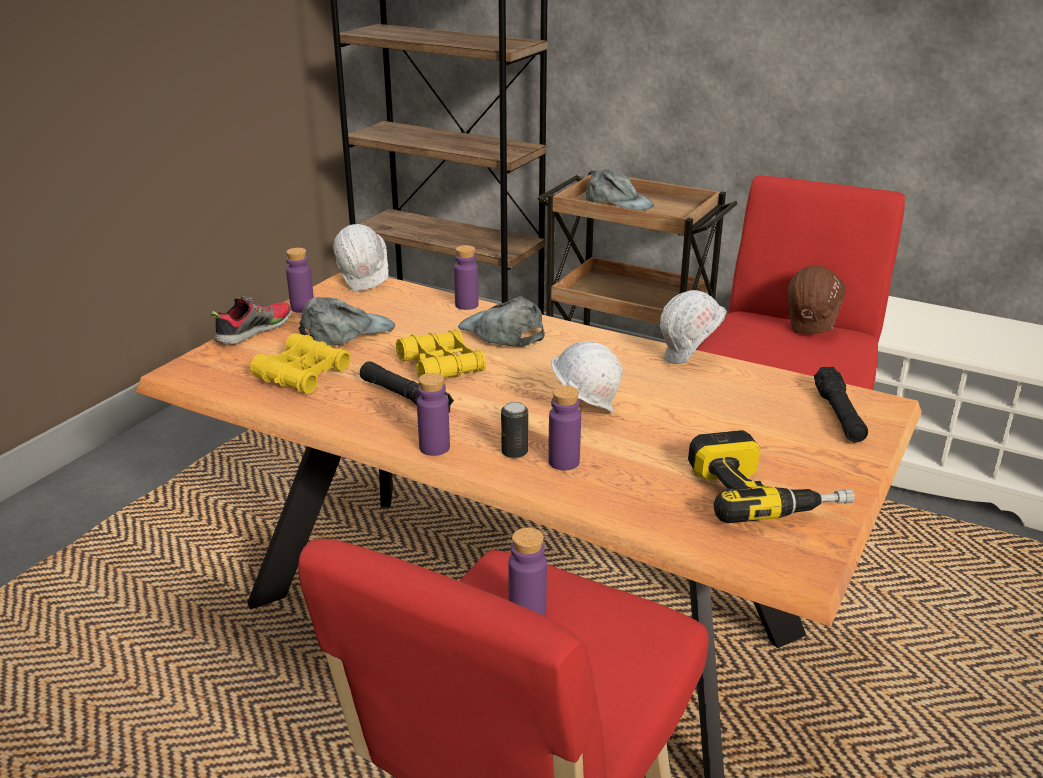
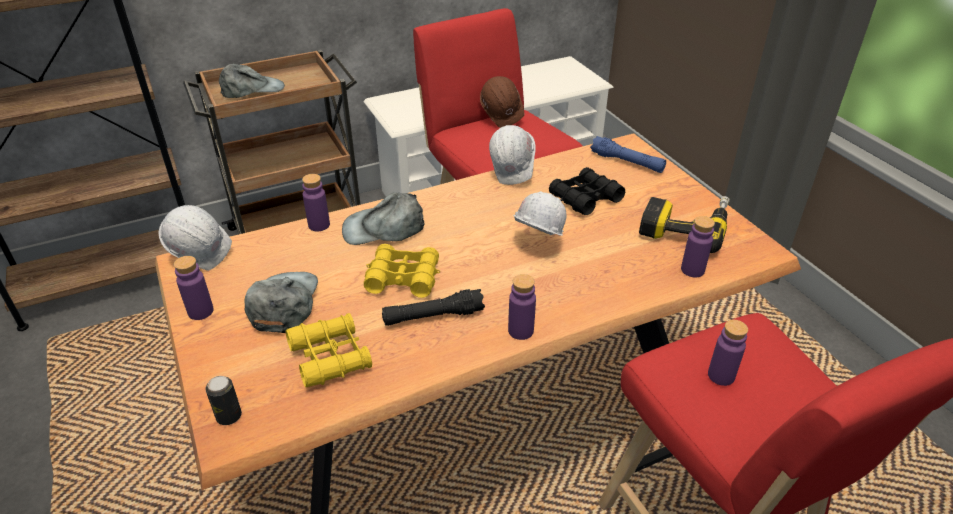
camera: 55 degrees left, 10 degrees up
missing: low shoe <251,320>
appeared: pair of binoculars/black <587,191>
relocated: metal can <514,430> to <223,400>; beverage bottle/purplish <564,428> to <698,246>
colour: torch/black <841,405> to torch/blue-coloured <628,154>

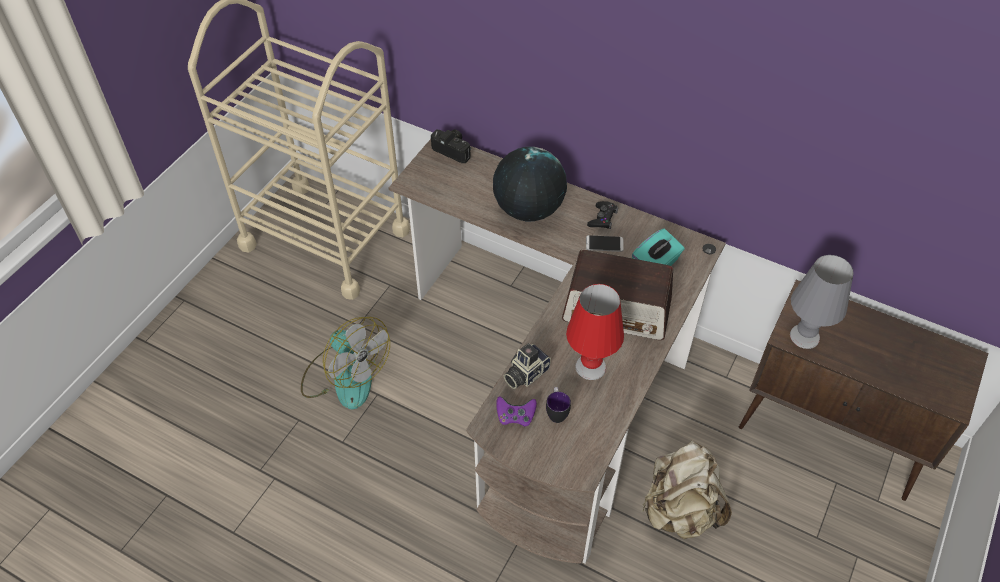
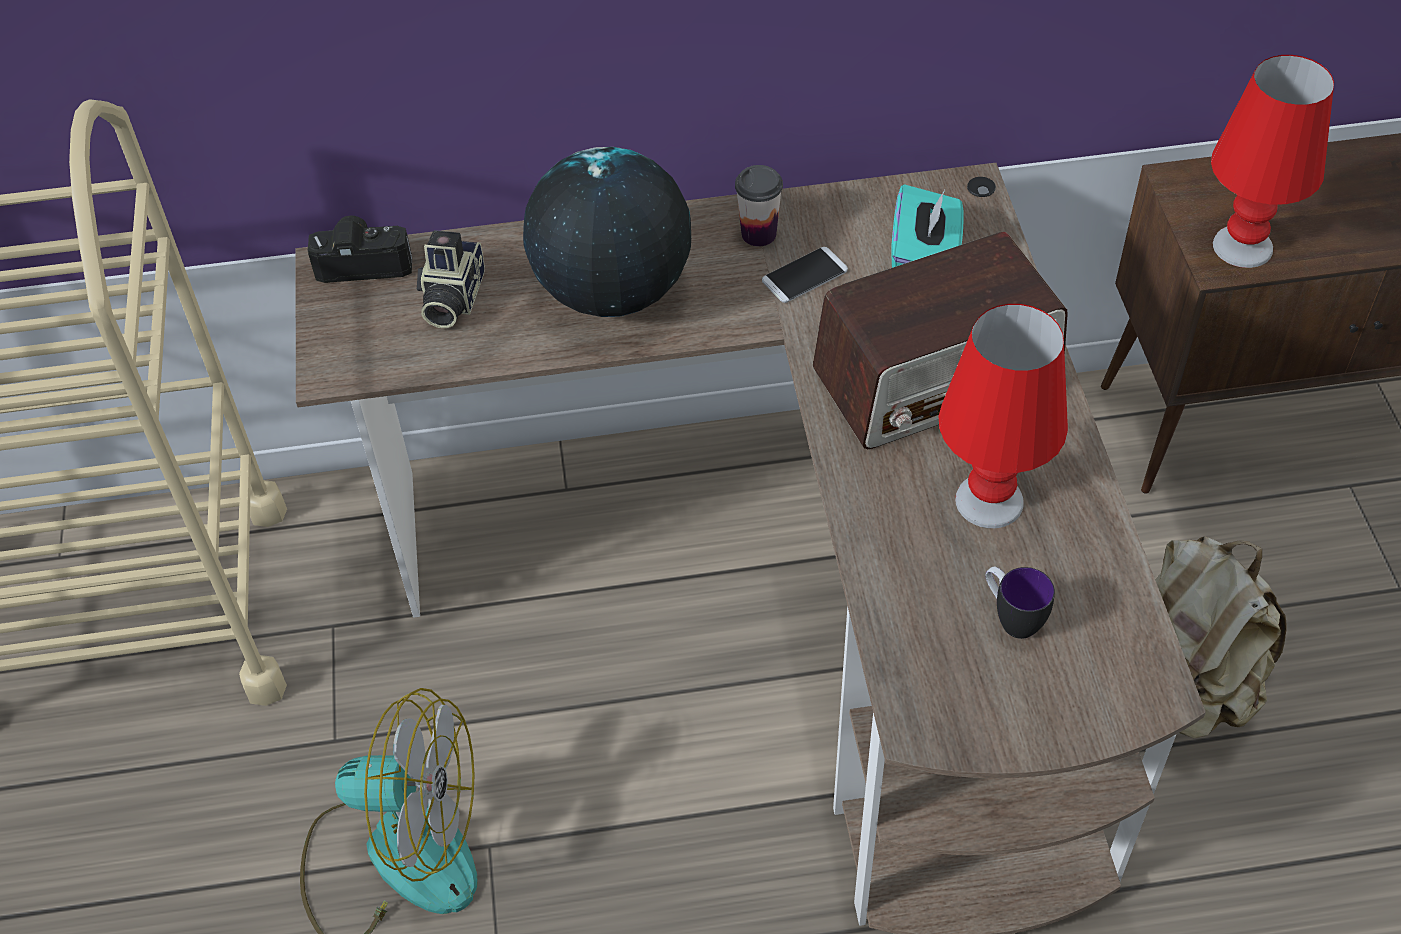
camera: 35 degrees left, 0 degrees up
missing: joypad/purplish <516,411>
relocated: photo camera <527,366> to <451,279>
exchanged: joypad/black <602,215> to small cup <759,205>
colour: table lamp/grey <822,302> to table lamp/red-coloured <1272,161>

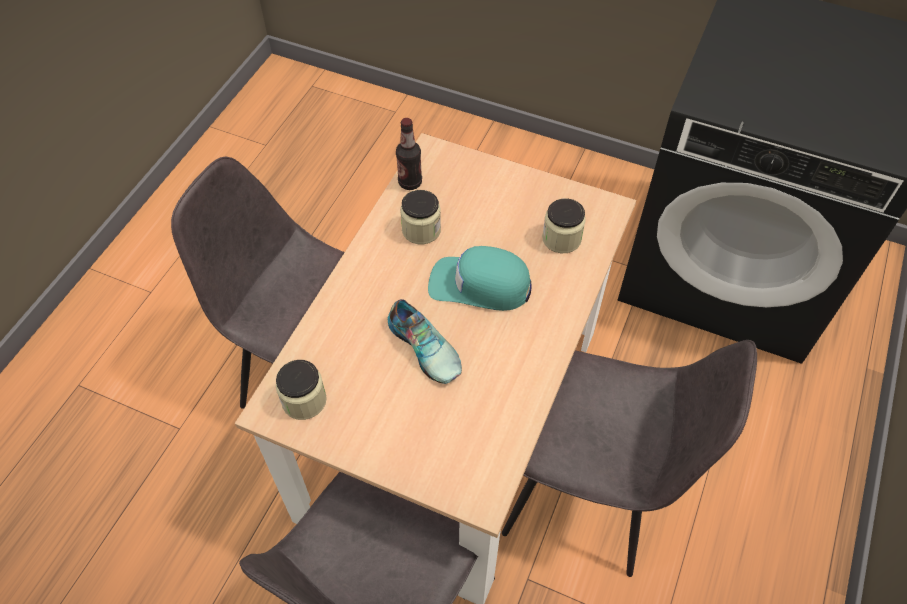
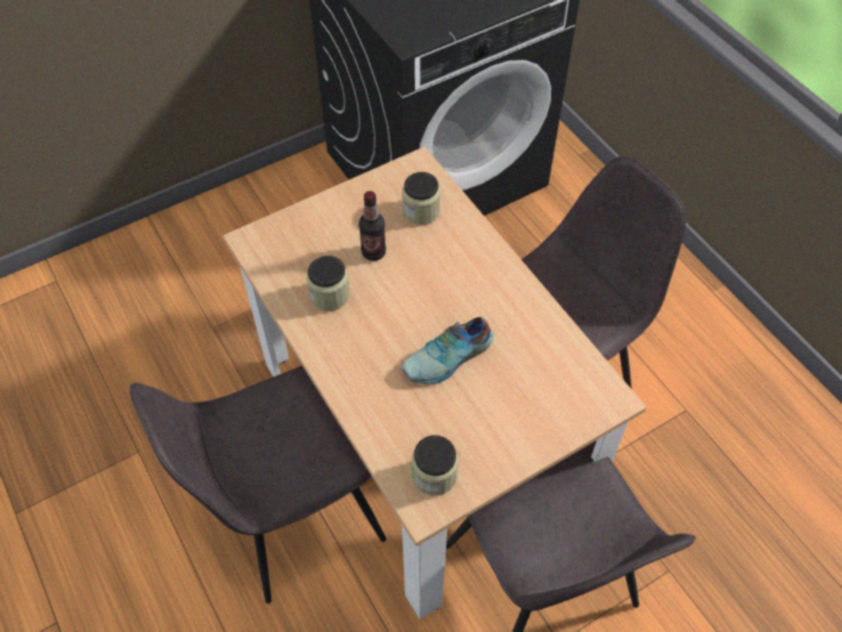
camera: 55 degrees left, 0 degrees up
missing: baseball cap/turquoise <479,278>
relocated: beverage bottle <409,154> to <372,226>
spun: low shoe <425,341> = <447,350> 150 degrees clockwise

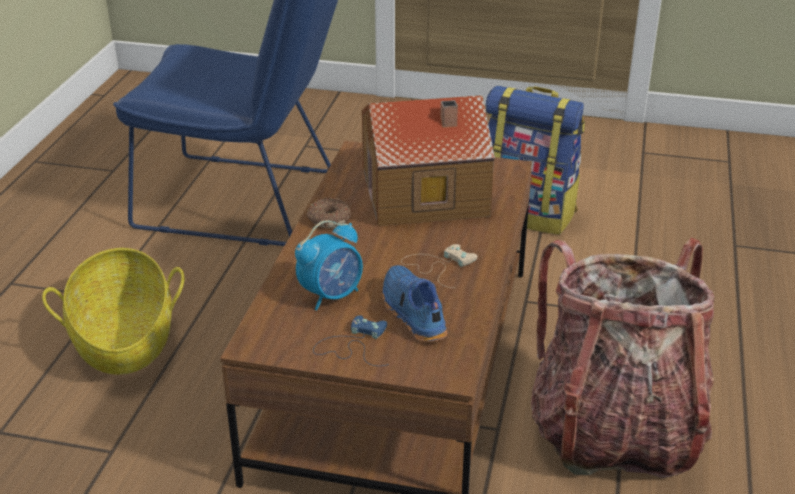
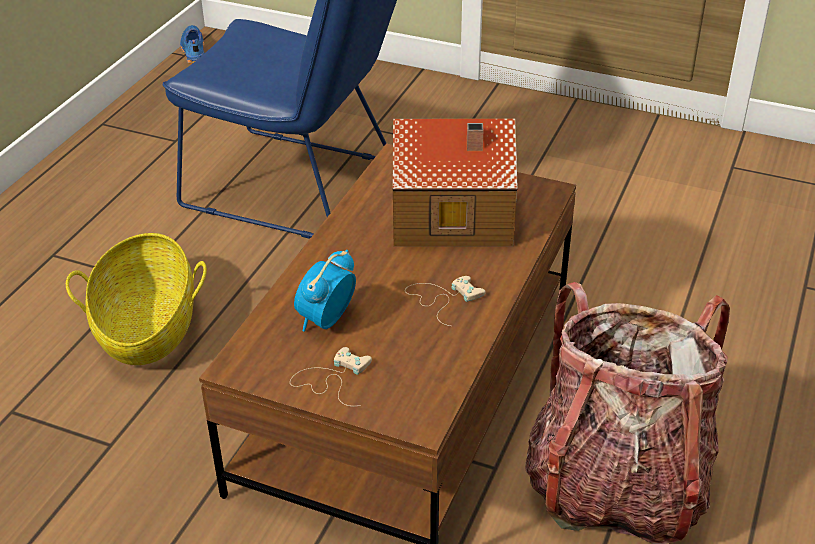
camera: 10 degrees right, 5 degrees up
missing: ring doughnut <328,212>; knapsack <535,160>
relocated: low shoe/blue-coloured <415,303> to <192,44>
colour: joypad/blue-coloured <351,340> to joypad/beige-coloured <331,376>
spun: alarm clock <329,265> = <325,291> 150 degrees clockwise

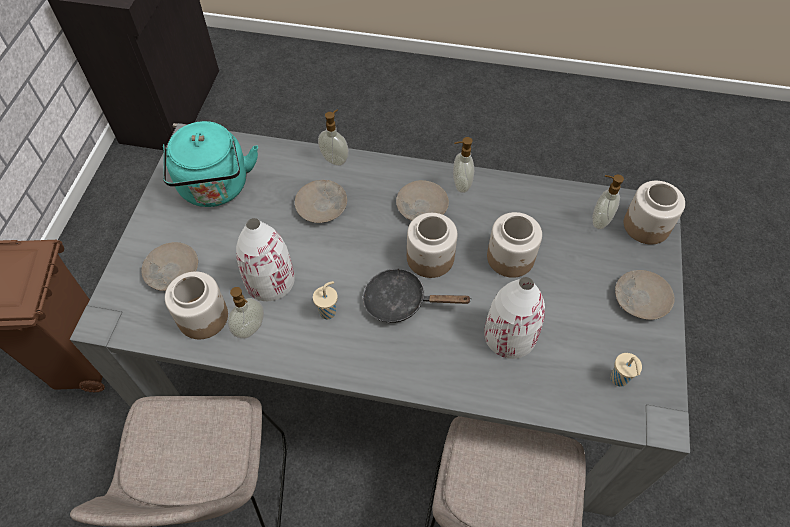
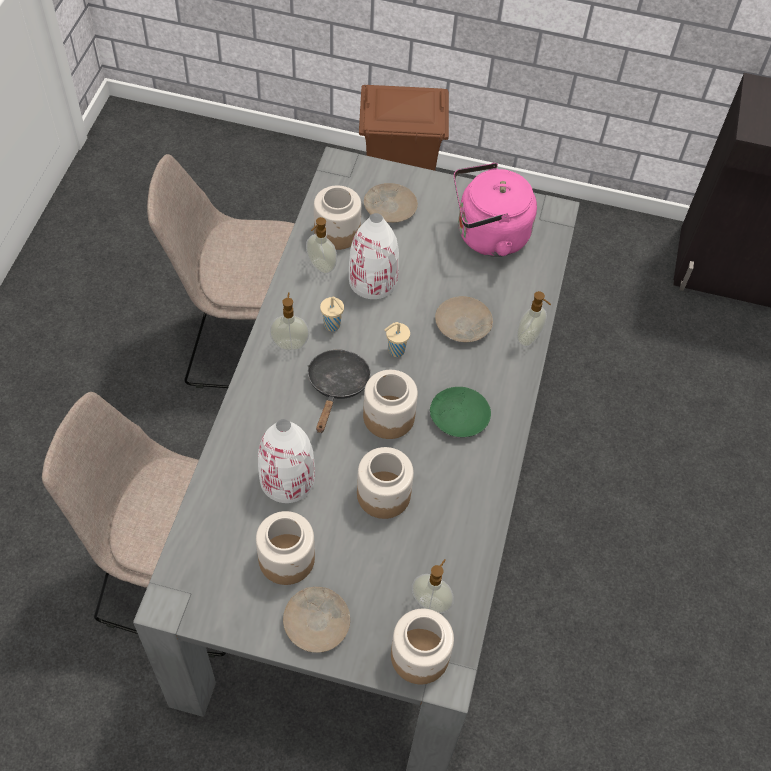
camera: 90 degrees right, 0 degrees up
appeared: jar <285,548>
relocated: soap bottle <463,165> to <289,321>; small cup/beige-coloured <626,370> to <397,339>
colour: kettle/turquoise <210,164> to kettle/pink-coloured <495,210>; plate/beige-coloured <422,200> to plate/green-coloured <460,412>

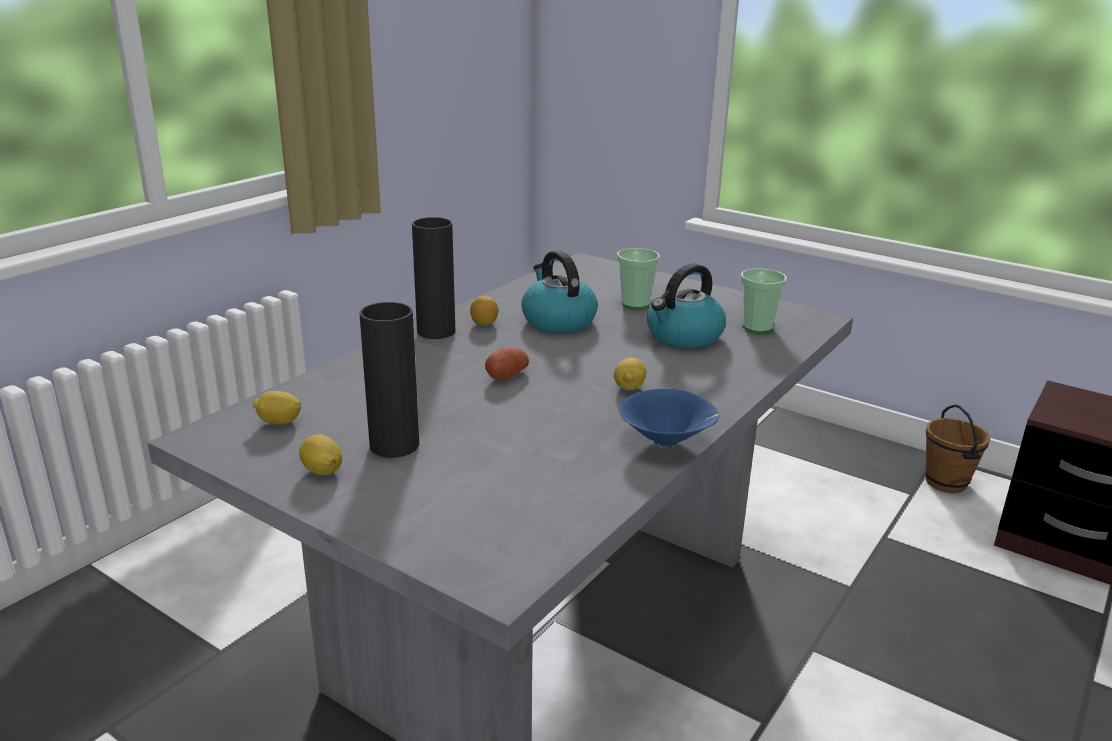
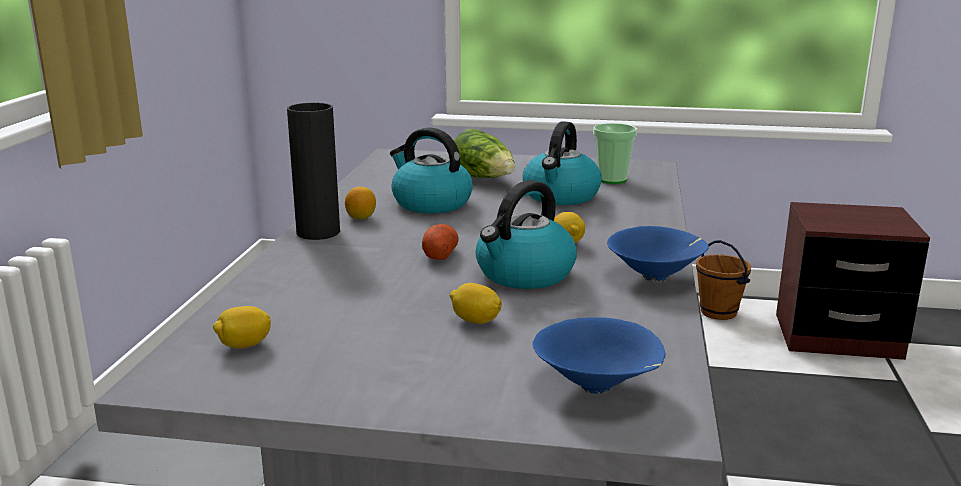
camera: 25 degrees left, 5 degrees down
missing: decorative vase/black <389,380>
appeared: kettle <526,234>; bowl/blue-coloured <599,355>
relocated: whole lemon <320,454> to <475,303>
exchanged: small cup <638,278> to lettuce <484,153>

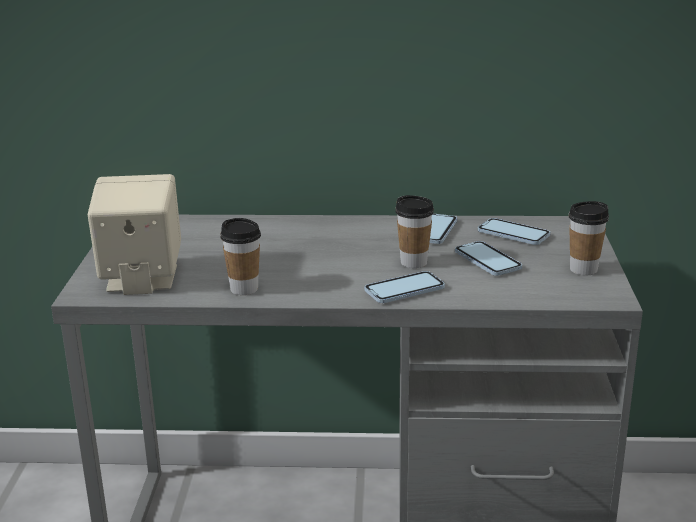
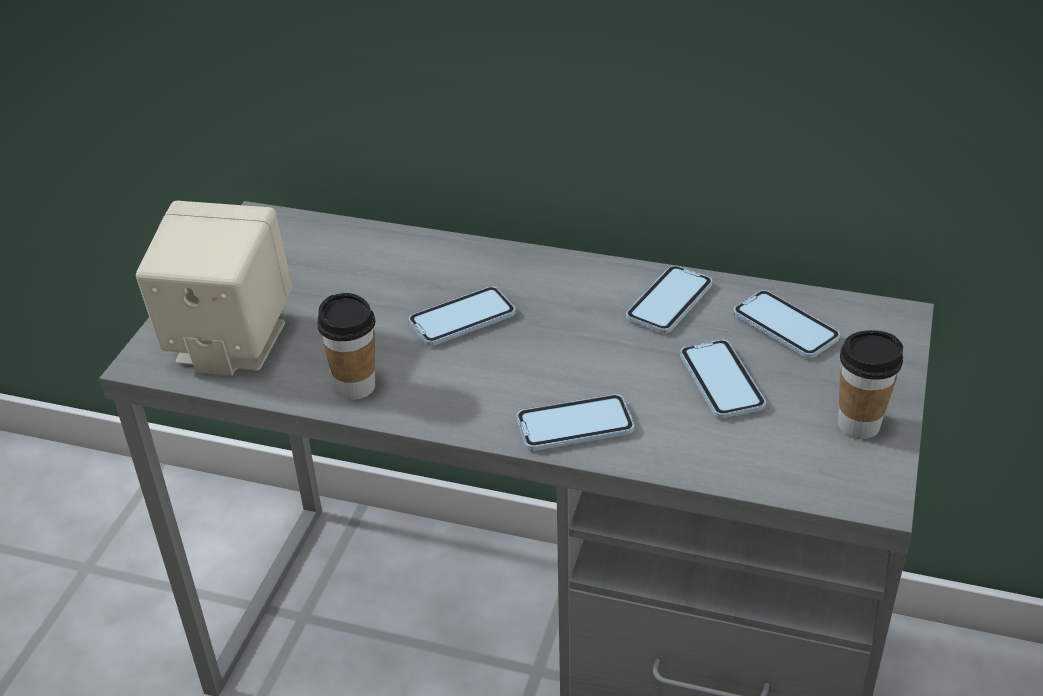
camera: 15 degrees right, 15 degrees up
missing: small cup <414,231>
appeared: telephone <462,316>

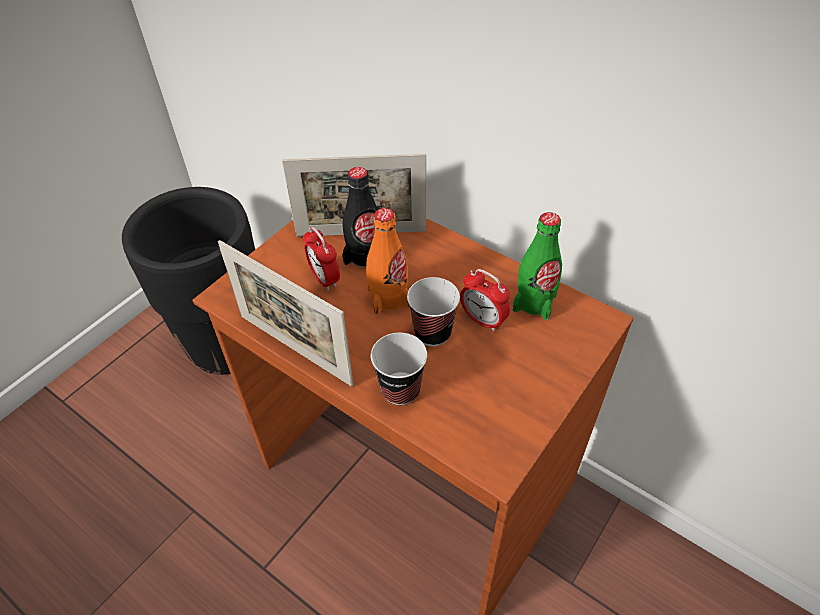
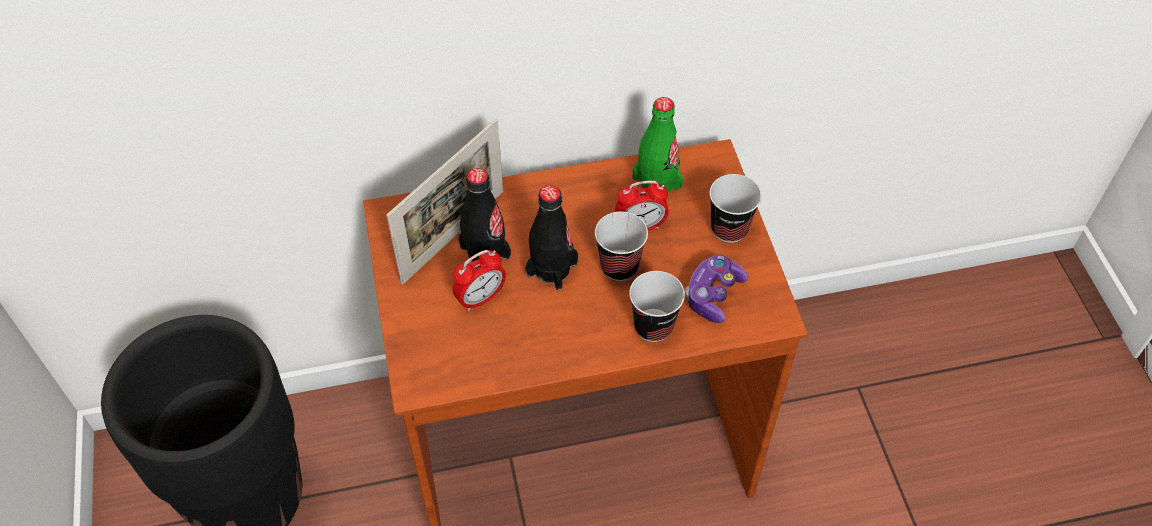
camera: 50 degrees left, 5 degrees up
missing: picture frame <286,313>
appeared: joypad <716,289>; small cup <736,208>
colour: beverage bottle/orange <388,261> to beverage bottle/black <551,237>
spun: alarm clock <321,259> = <479,280> 45 degrees counterclockwise

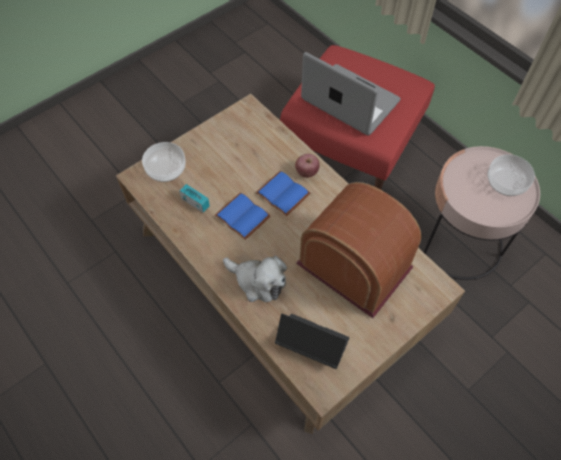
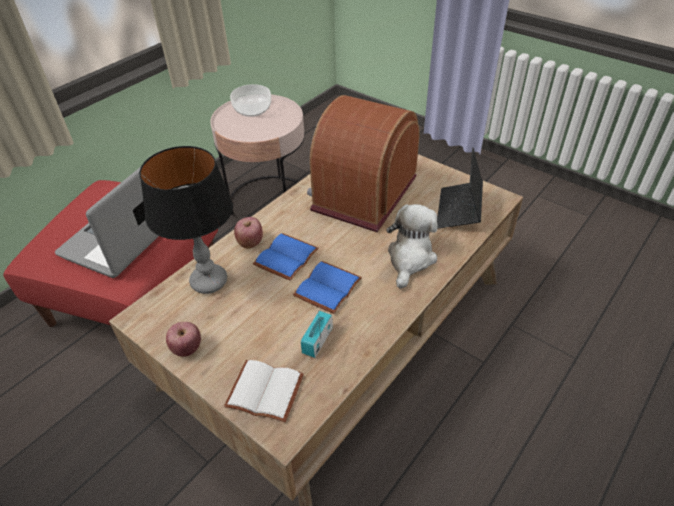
camera: 100 degrees left, 15 degrees down
appeared: table lamp <186,220>; apple fruit <183,339>
exchanged: bowl <164,162> to book/white-coloured <264,391>

